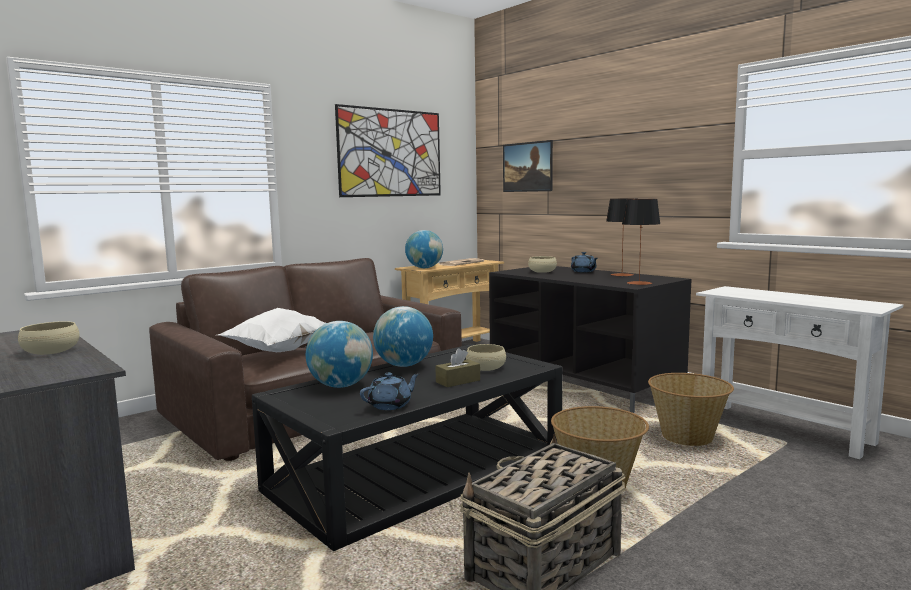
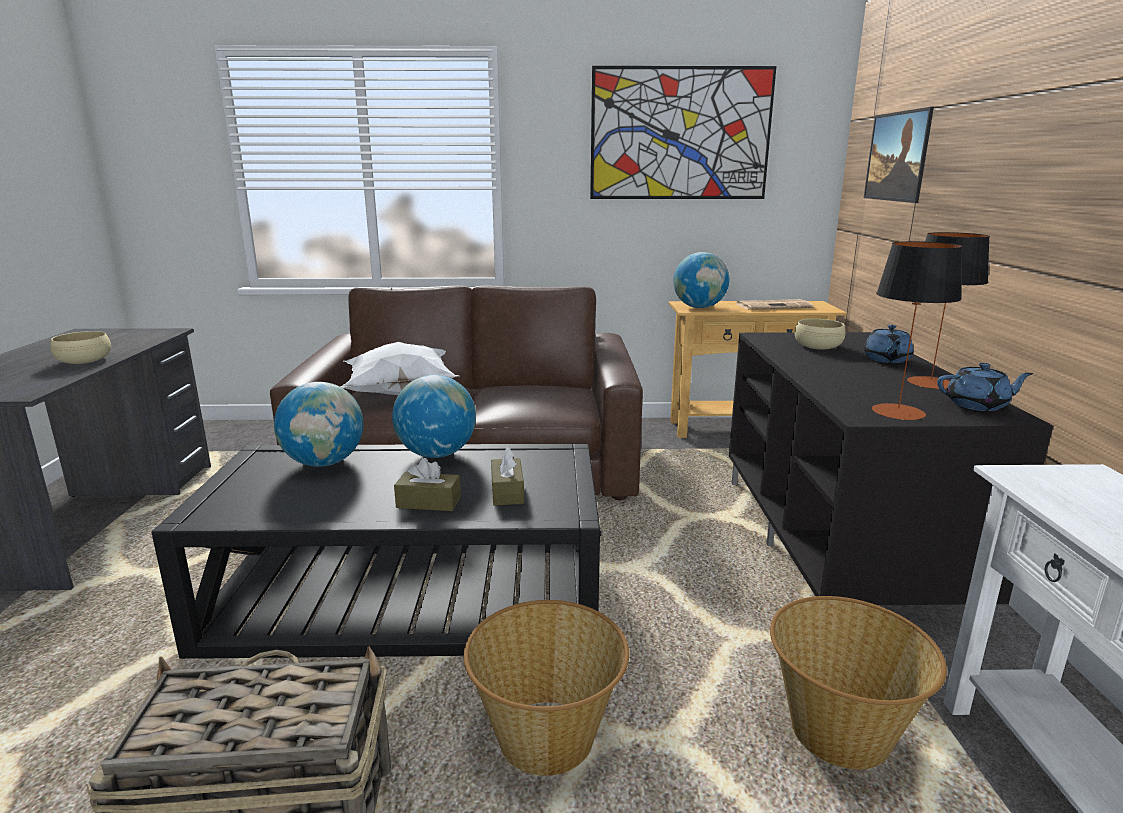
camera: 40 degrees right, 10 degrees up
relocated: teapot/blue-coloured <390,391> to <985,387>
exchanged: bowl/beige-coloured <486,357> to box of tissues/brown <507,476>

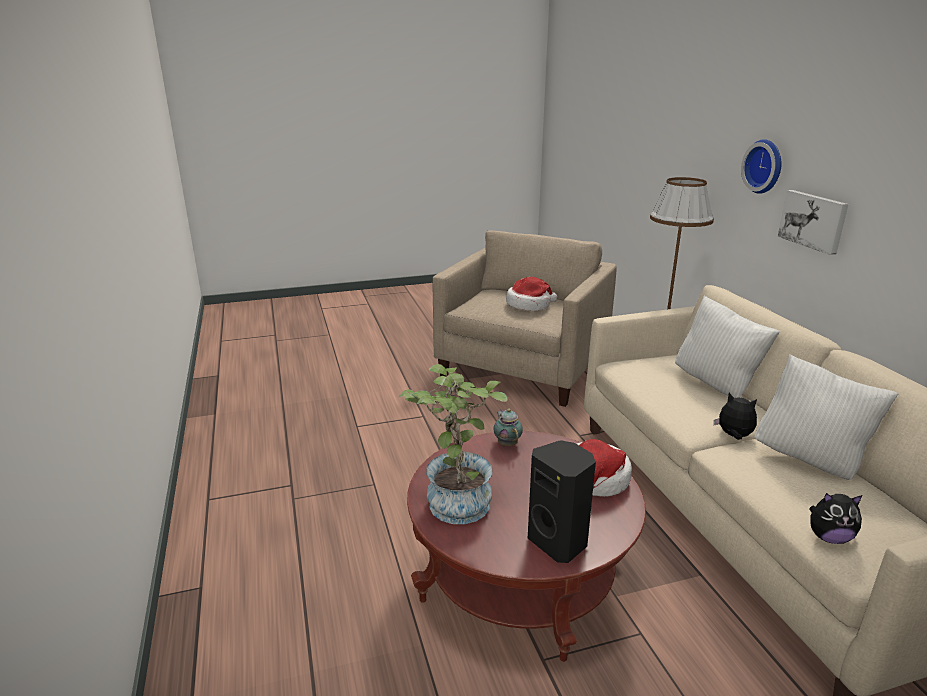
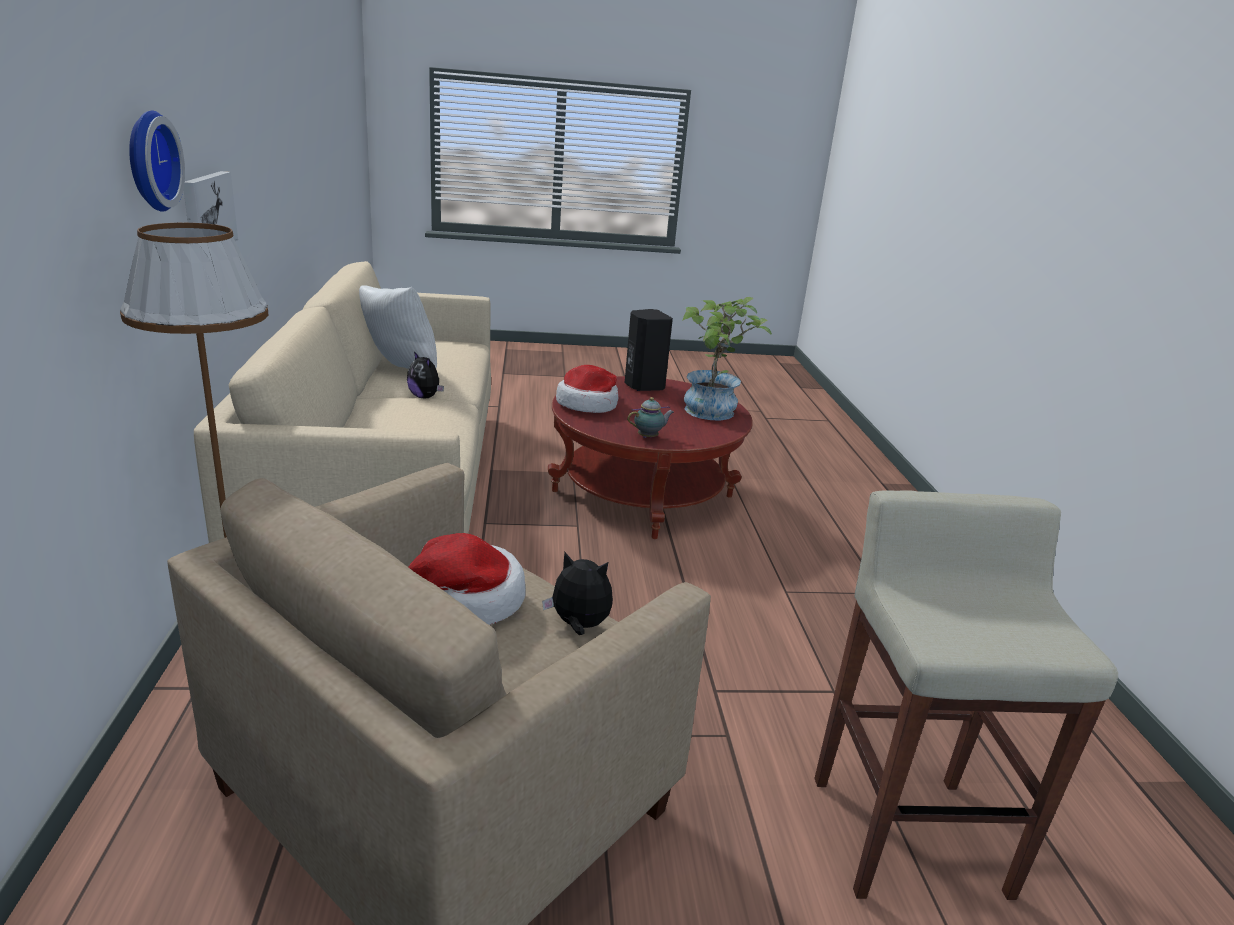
camera: 170 degrees left, 0 degrees up
missing: cushion/white-coloured <727,346>
appeared: stool seat/beige-coloured <966,695>
relocated: cuddly toy <836,518> to <577,593>
spun: teapot <508,427> = <650,417> 105 degrees counterclockwise

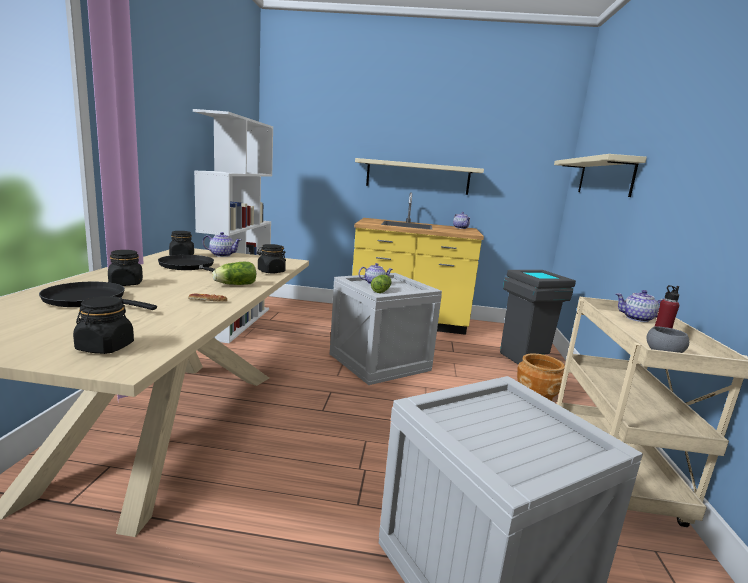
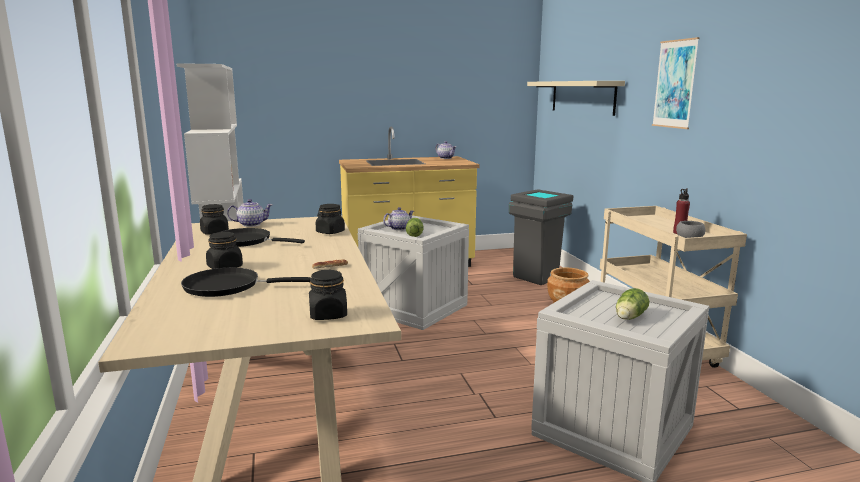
camera: 20 degrees left, 0 degrees up
missing: bracket shelf/beige-coloured <419,176>; teapot <640,306>
appeared: wall art <676,83>
relocated: lettuce <234,273> to <632,304>

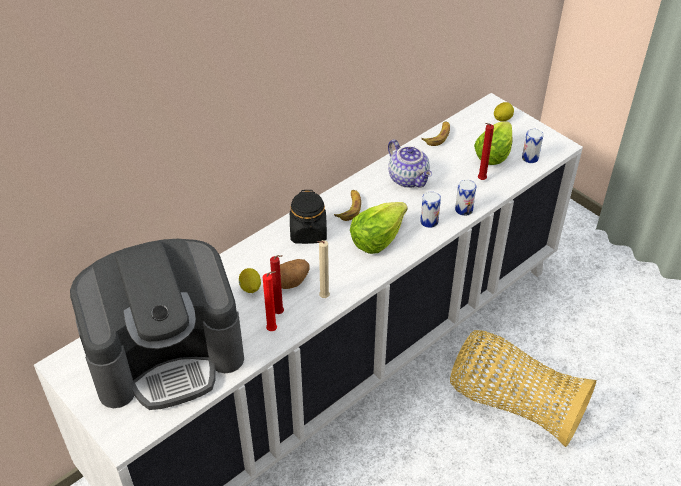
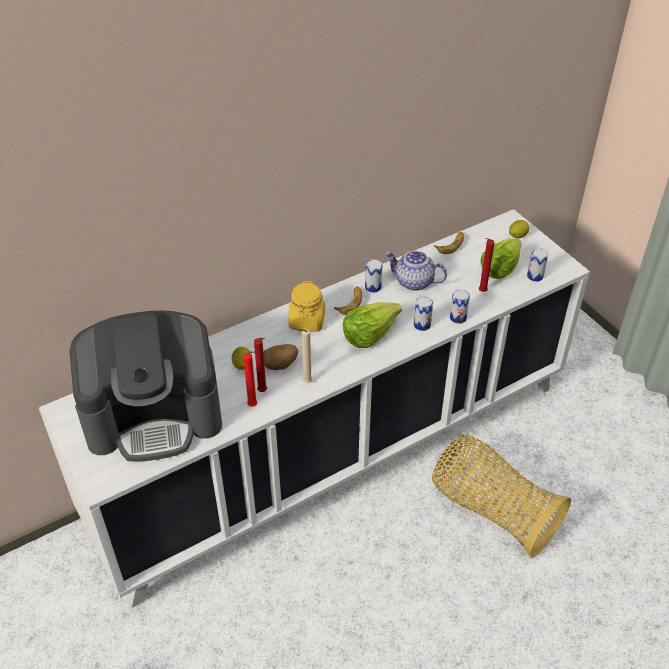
camera: 10 degrees right, 0 degrees up
appeared: metal can <373,276>
colour: jar/black <308,217> to jar/yellow <306,306>
spun: teapot <410,164> = <416,271> 135 degrees clockwise

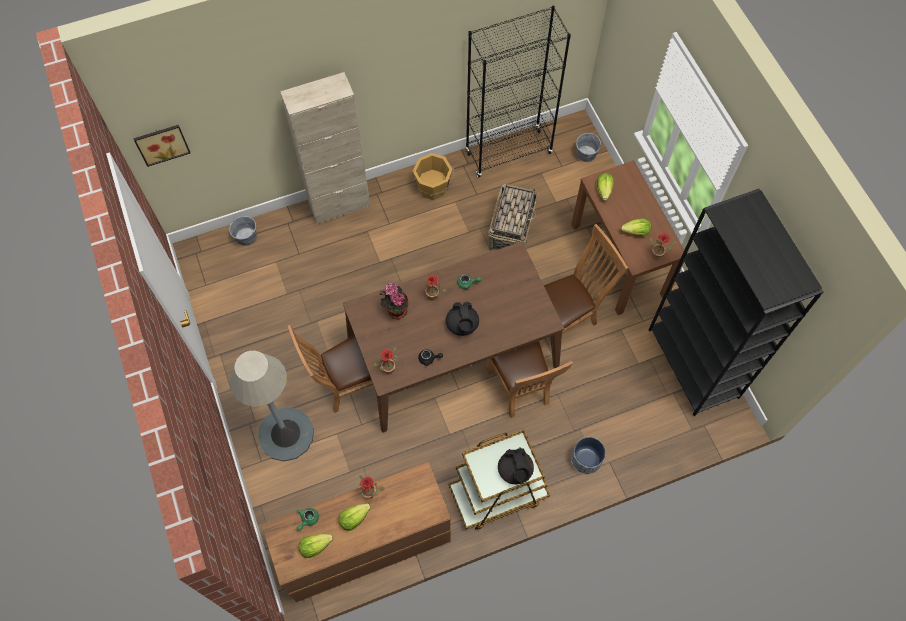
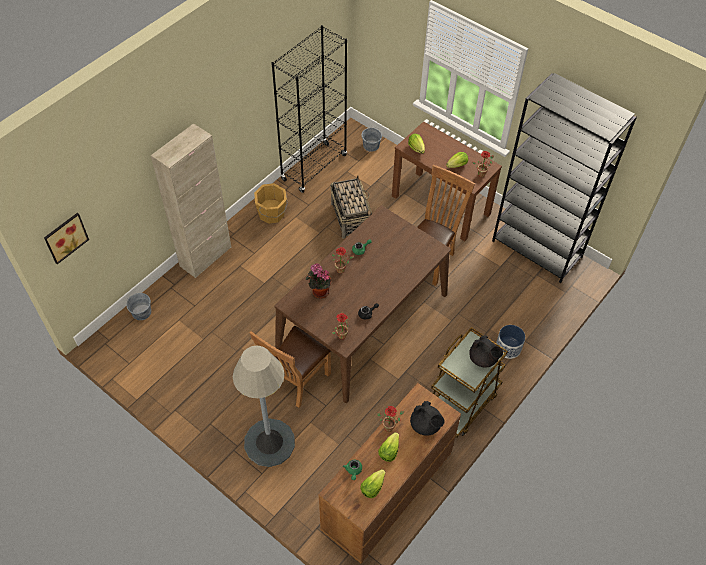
camera: 30 degrees left, 10 degrees down
missing: upright chair/brown <530,379>
relocated: teapot/black <462,319> to <427,418>

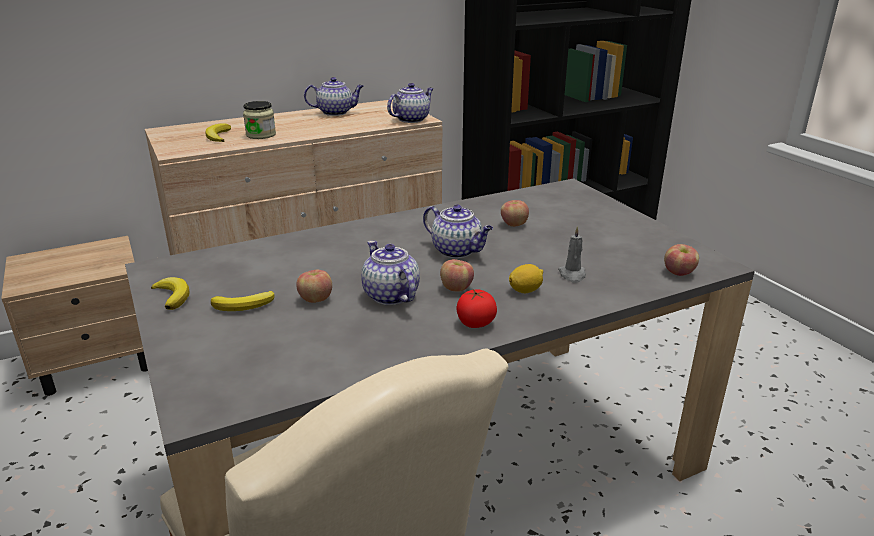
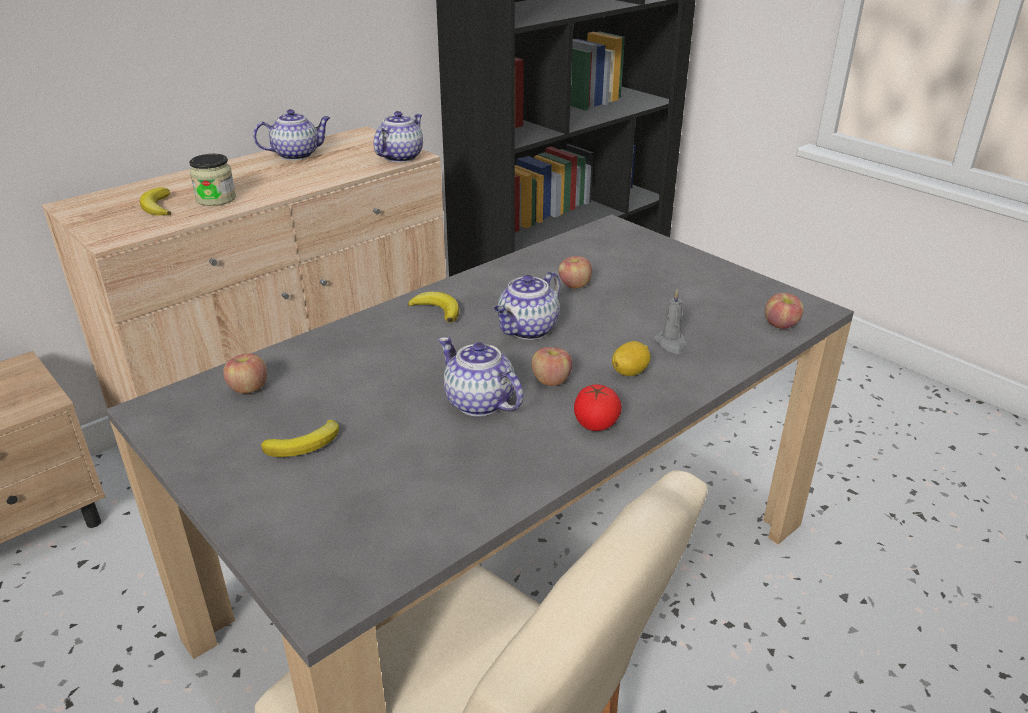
camera: 15 degrees left, 5 degrees up
relocated: whole banana <170,293> to <433,306>; apple fruit <314,286> to <245,373>
spun: teapot <458,231> = <527,306> 105 degrees clockwise

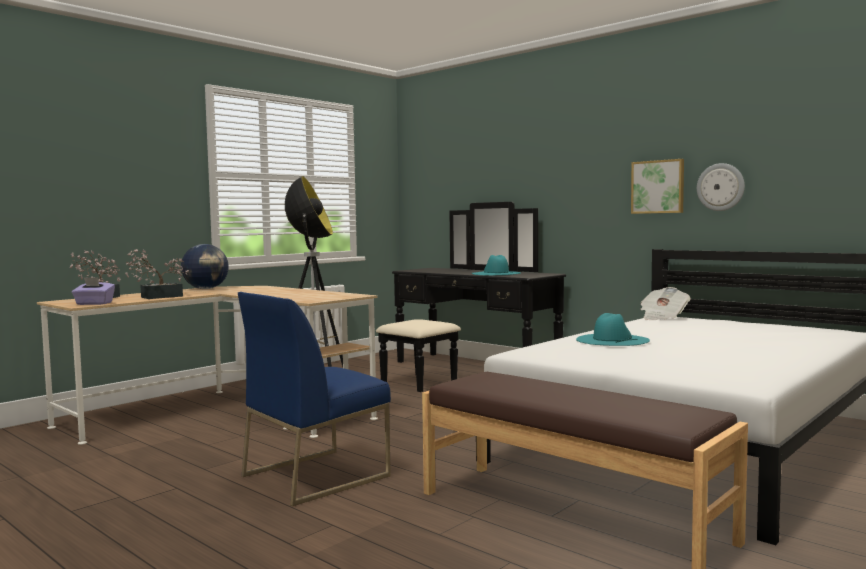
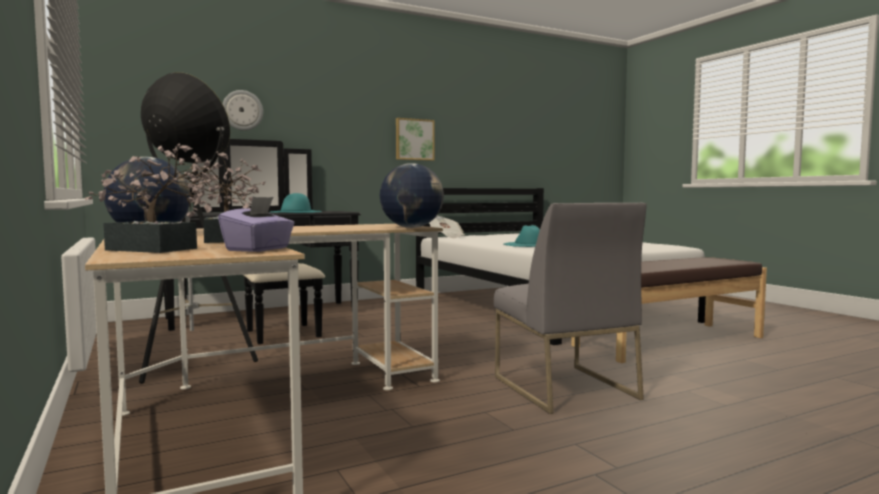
camera: 70 degrees left, 0 degrees up
appeared: globe <412,195>
relocated: wall clock <721,187> to <243,110>
colour: upright chair/blue-coloured <314,399> to upright chair/grey <570,308>

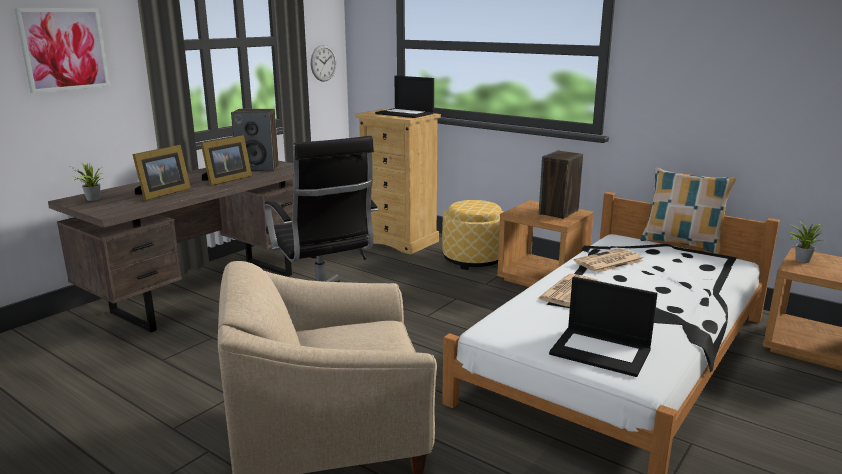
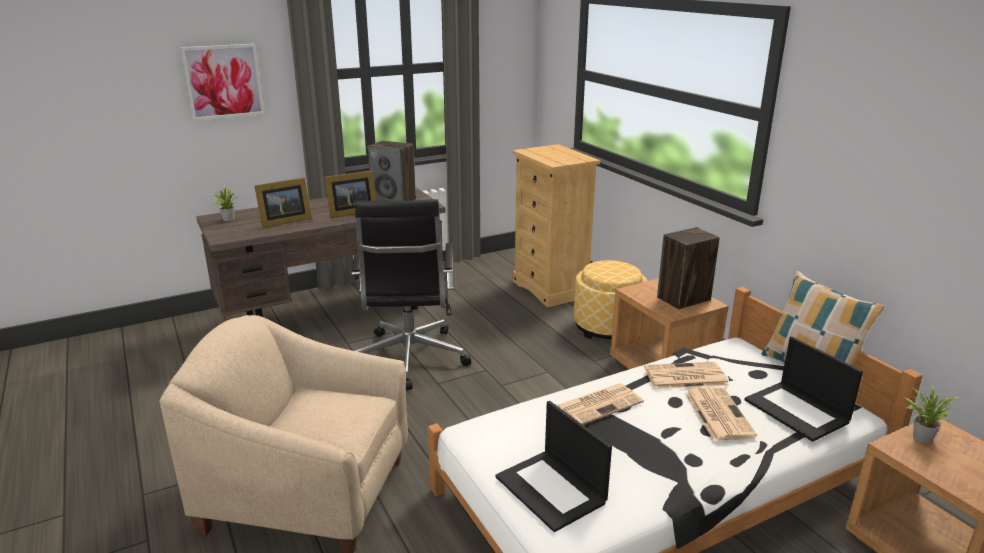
camera: 25 degrees right, 5 degrees up
missing: wall clock <323,63>
appeared: daily paper <721,414>
relocated: notebook computer <404,97> to <803,389>

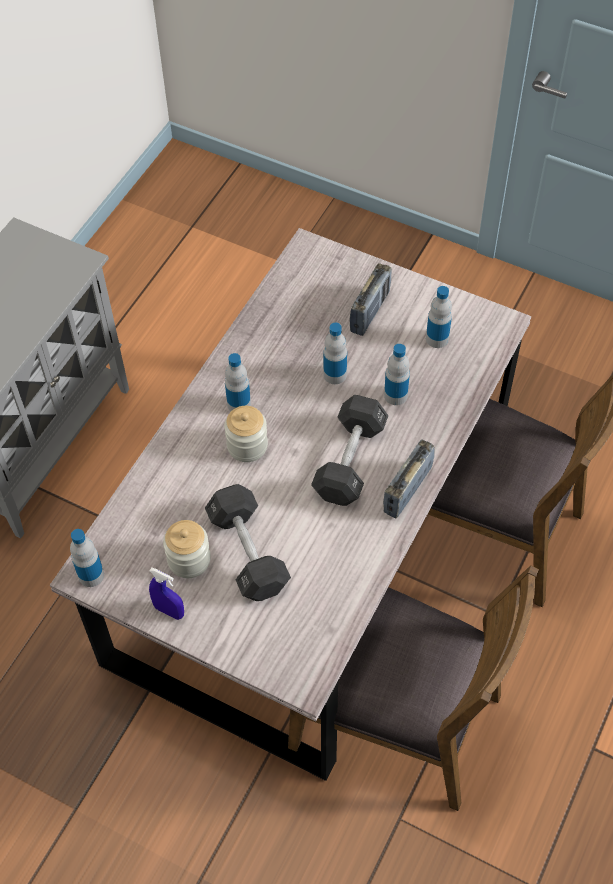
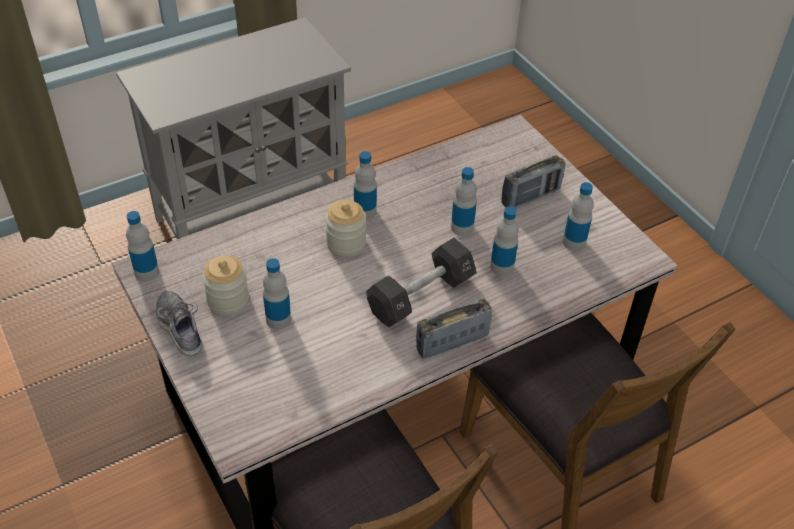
camera: 30 degrees right, 10 degrees down
exchanged: spray bottle/blue-coloured <166,593> to low shoe <178,323>; free weight/black <248,542> to beverage bottle <277,293>

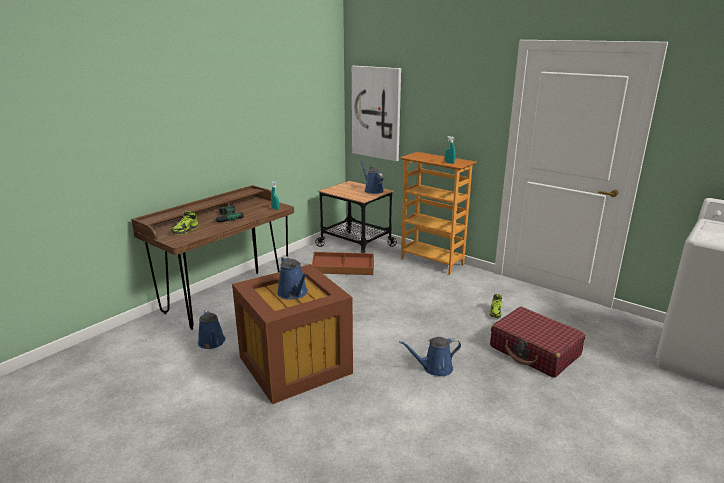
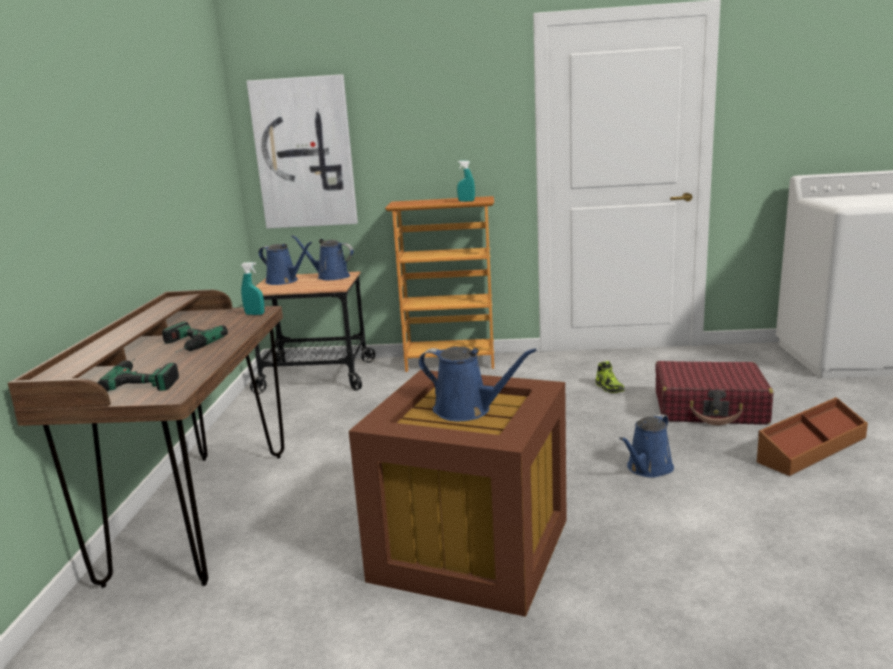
camera: 35 degrees left, 5 degrees down
relocated: watering can/blue-coloured <212,329> to <285,263>; storage box/brown <343,263> to <812,436>
exchanged: low shoe <185,222> to electric drill <138,375>

